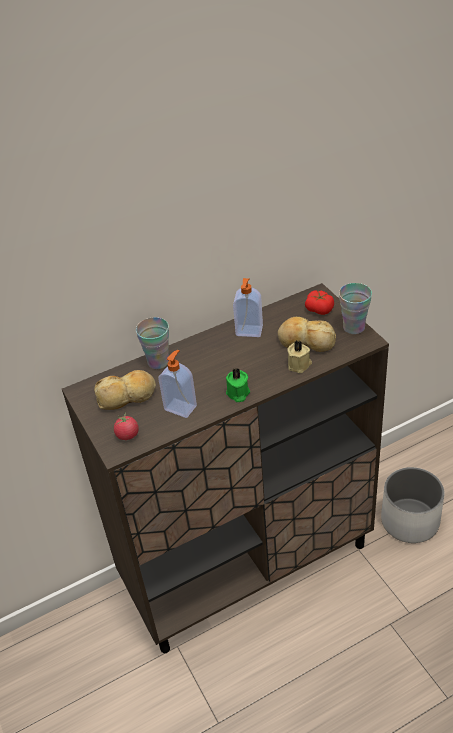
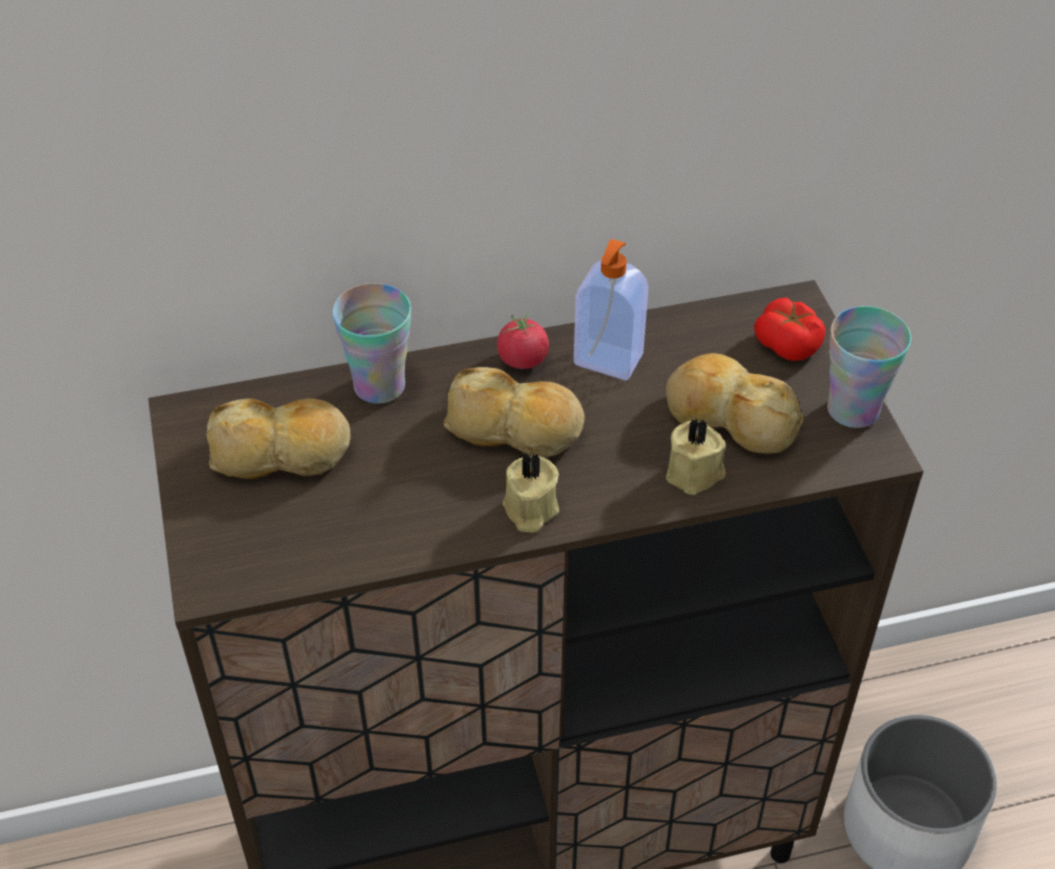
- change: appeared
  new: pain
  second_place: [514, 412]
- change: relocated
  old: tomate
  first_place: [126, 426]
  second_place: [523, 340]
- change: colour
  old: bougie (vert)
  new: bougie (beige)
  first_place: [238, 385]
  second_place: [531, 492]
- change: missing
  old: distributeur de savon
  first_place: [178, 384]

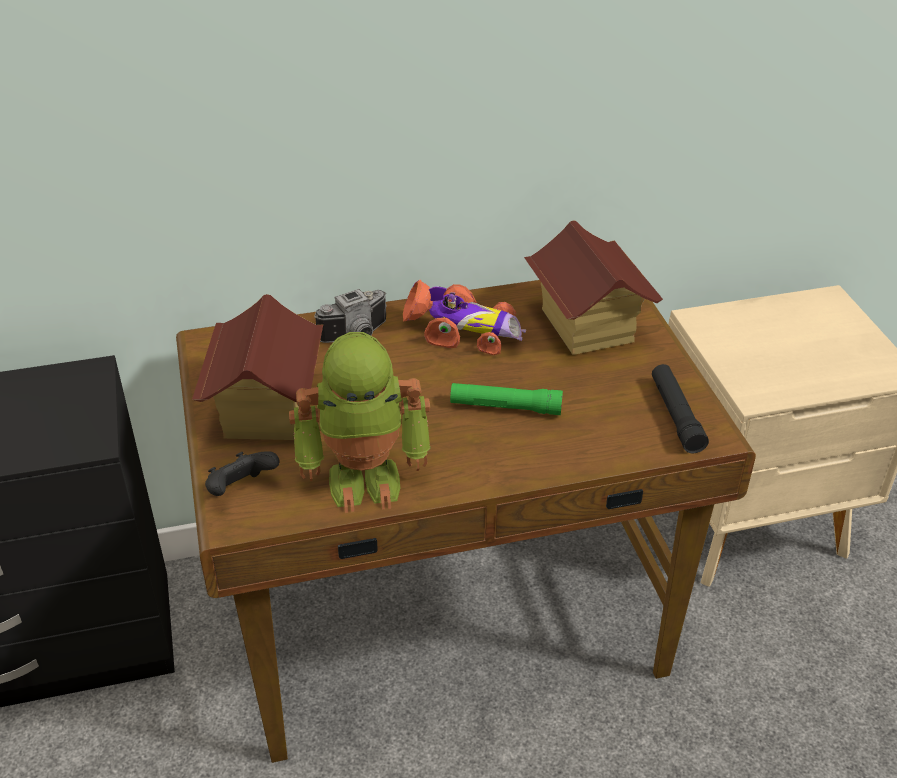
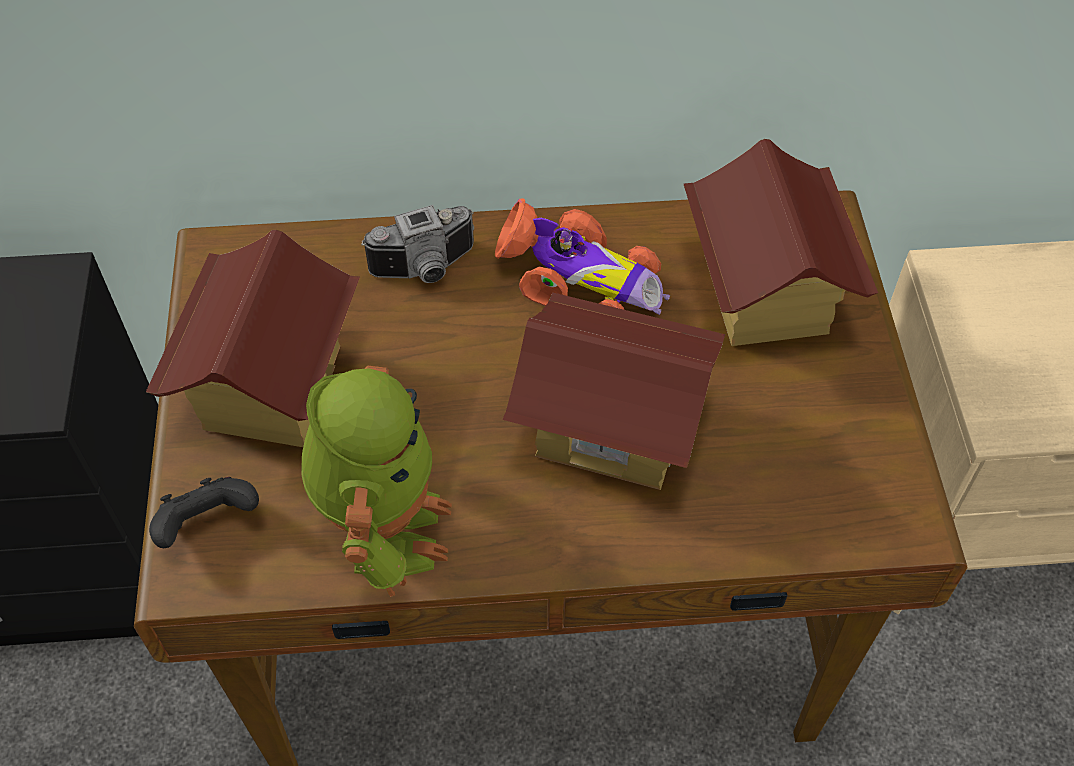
- change: spun
  old: robot jouet
  first_place: [360, 422]
  second_place: [376, 481]
  degrees: -90
- change: exchanged
  old: lampe de poche (vert)
  new: maison miniature
  first_place: [506, 399]
  second_place: [613, 391]
- change: missing
  old: lampe de poche (noir)
  first_place: [680, 408]

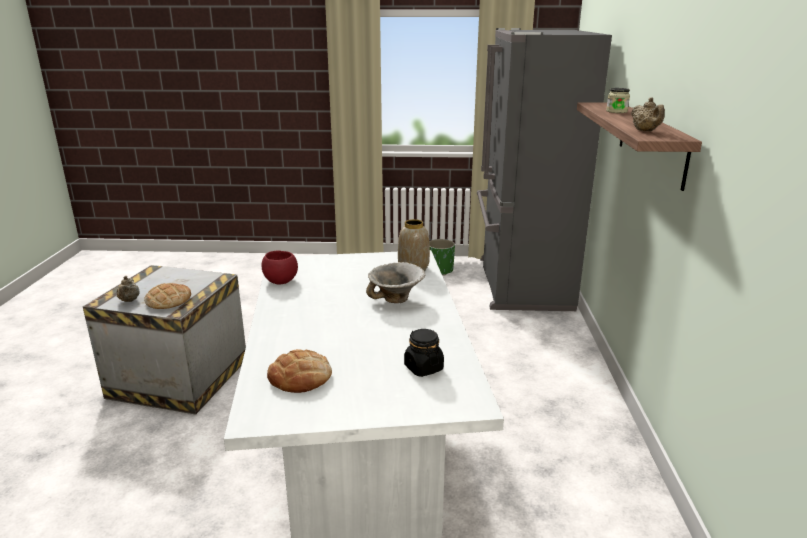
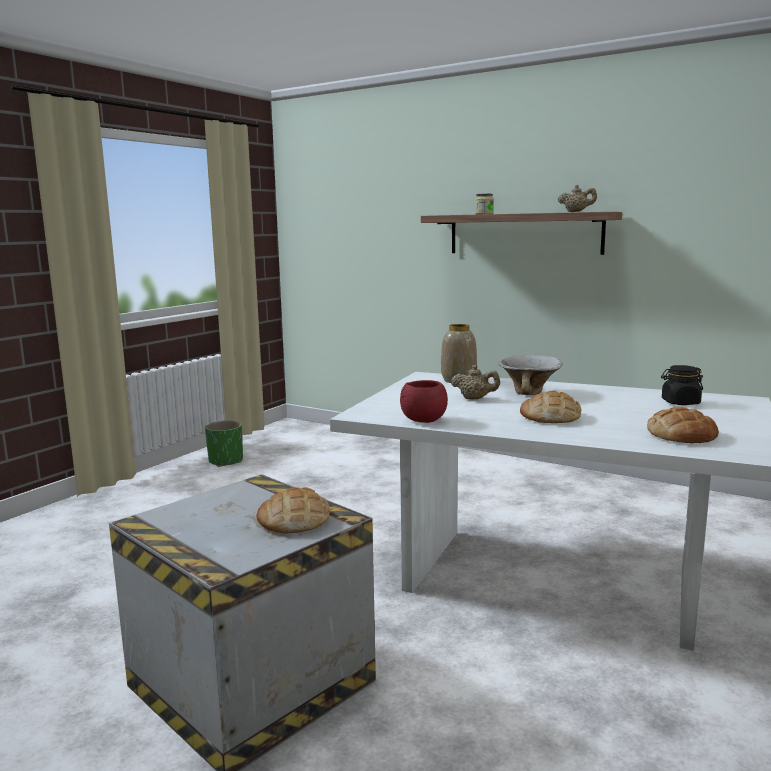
- change: relocated
  old: théière (beige)
  first_place: [128, 289]
  second_place: [475, 382]
- change: appeared
  new: pain
  second_place: [550, 407]
- change: missing
  old: réfrigérateur (gris)
  first_place: [544, 169]

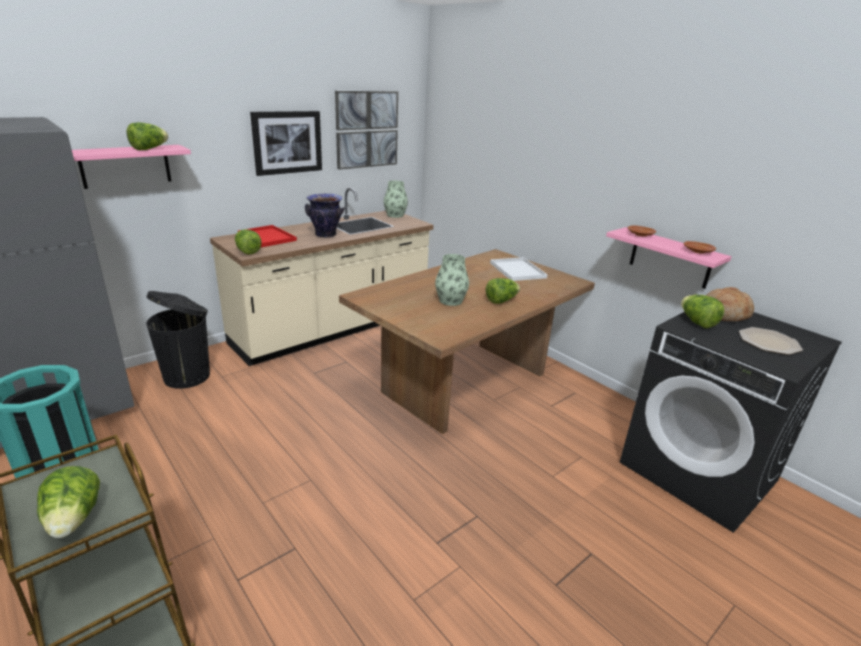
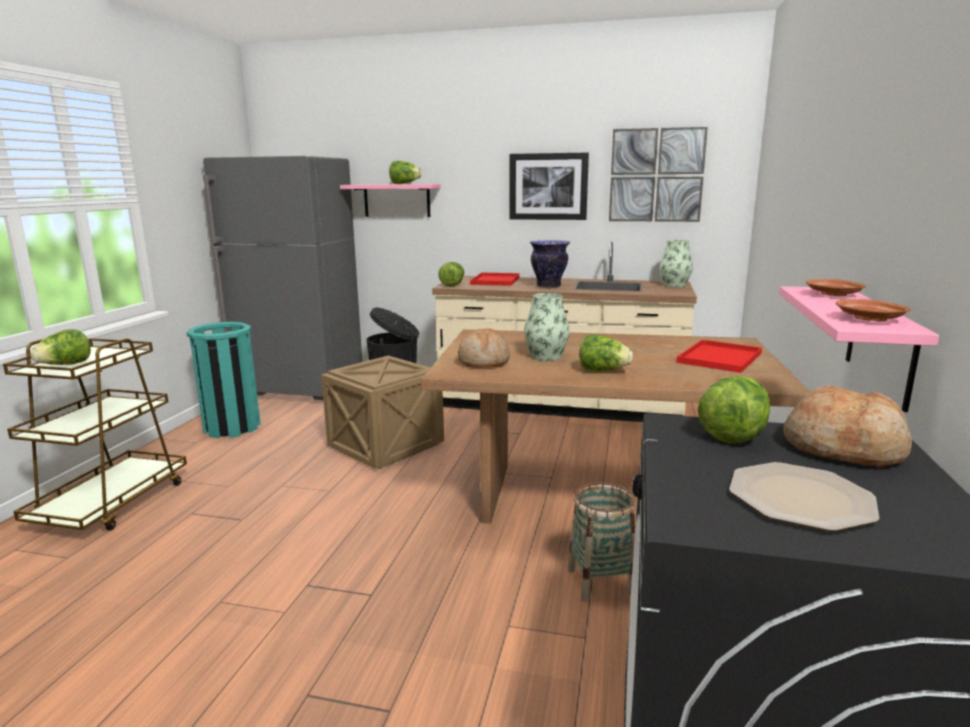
- change: appeared
  new: caisse
  second_place: [382, 412]
- change: appeared
  new: pain
  second_place: [484, 348]
- change: appeared
  new: panier
  second_place: [602, 542]
- change: colour
  old: plateau (blanc)
  new: plateau (rouge)
  first_place: [518, 269]
  second_place: [719, 356]

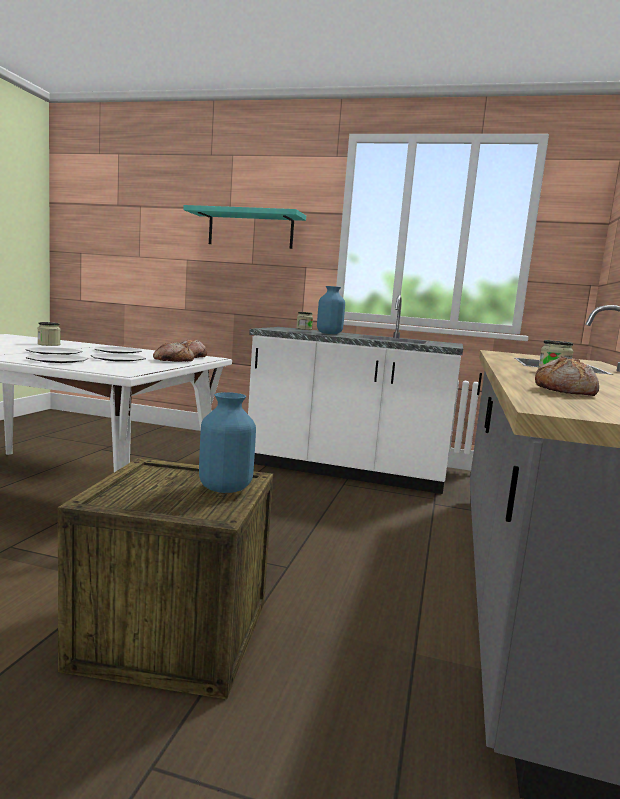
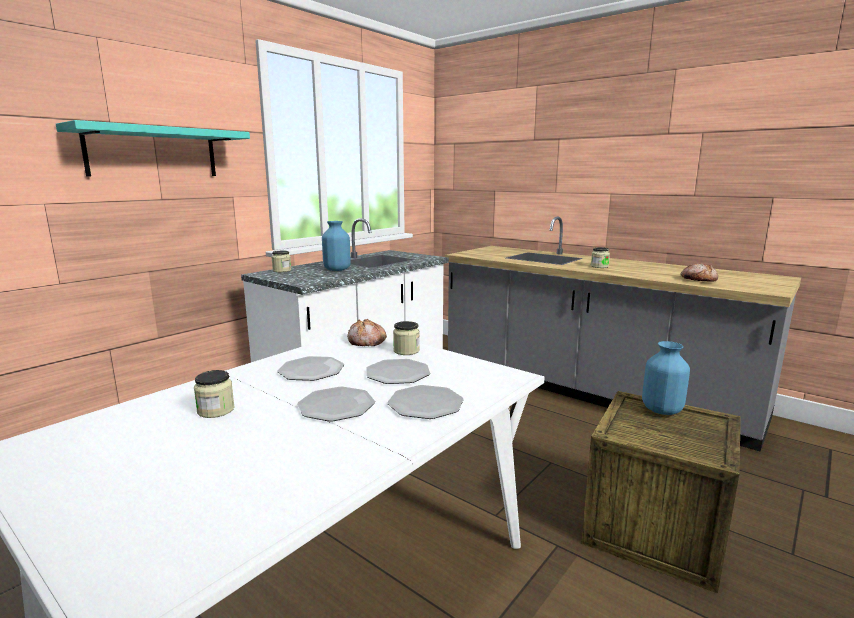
- change: exchanged
  old: pain
  new: bocal
  first_place: [173, 352]
  second_place: [406, 338]

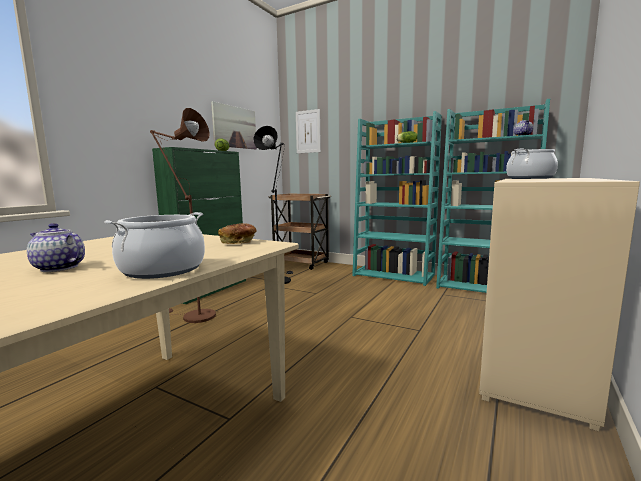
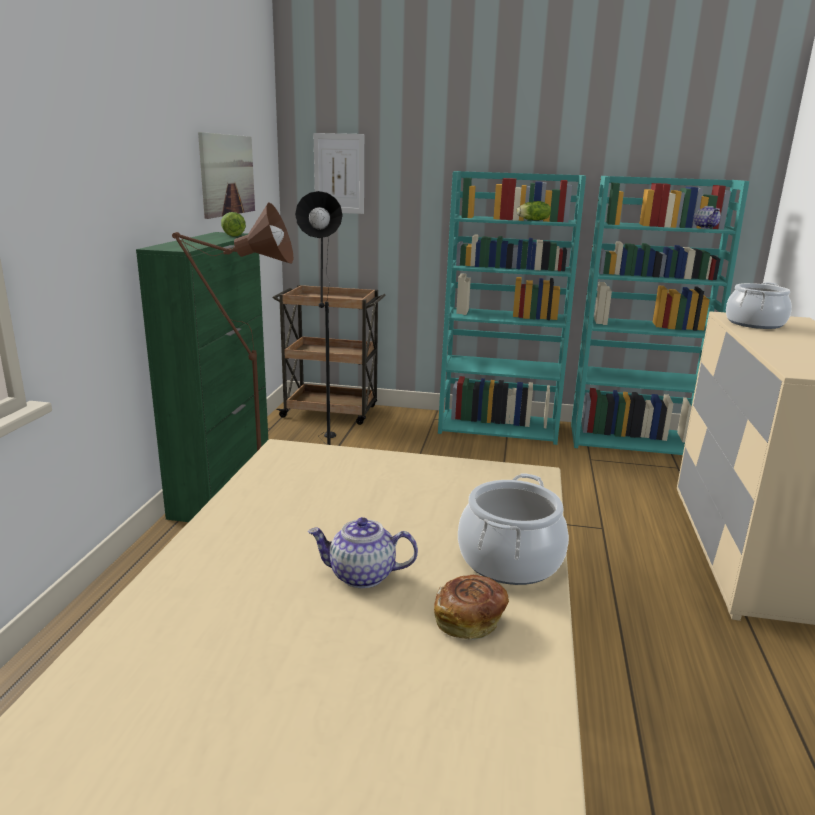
- change: relocated
  old: pain
  first_place: [237, 233]
  second_place: [471, 607]

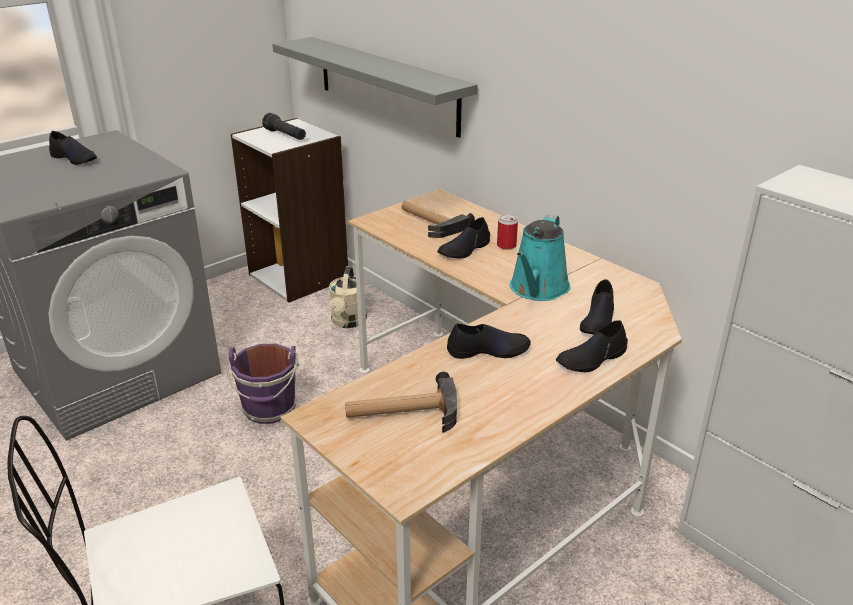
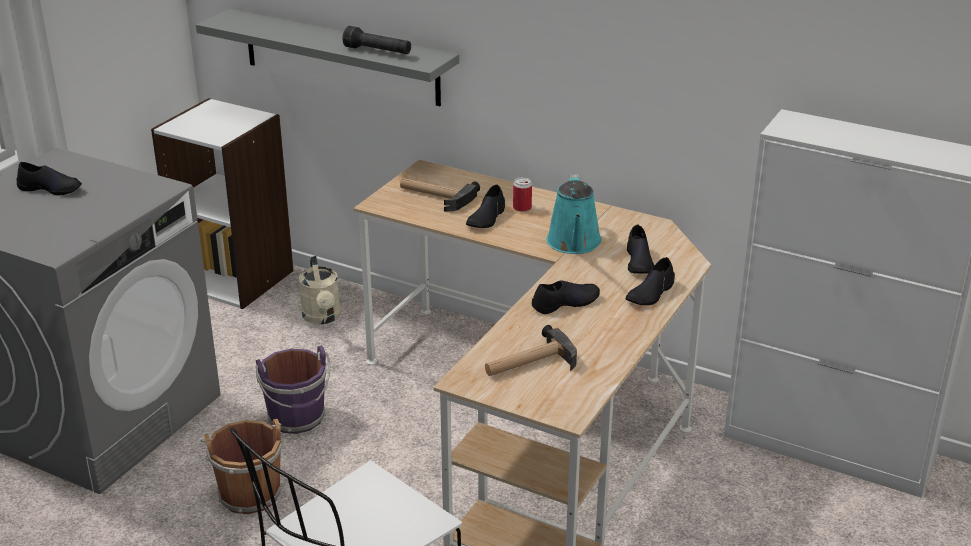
- change: appeared
  new: seau (marron)
  second_place: [242, 466]
- change: relocated
  old: lampe de poche (noir)
  first_place: [284, 126]
  second_place: [376, 40]

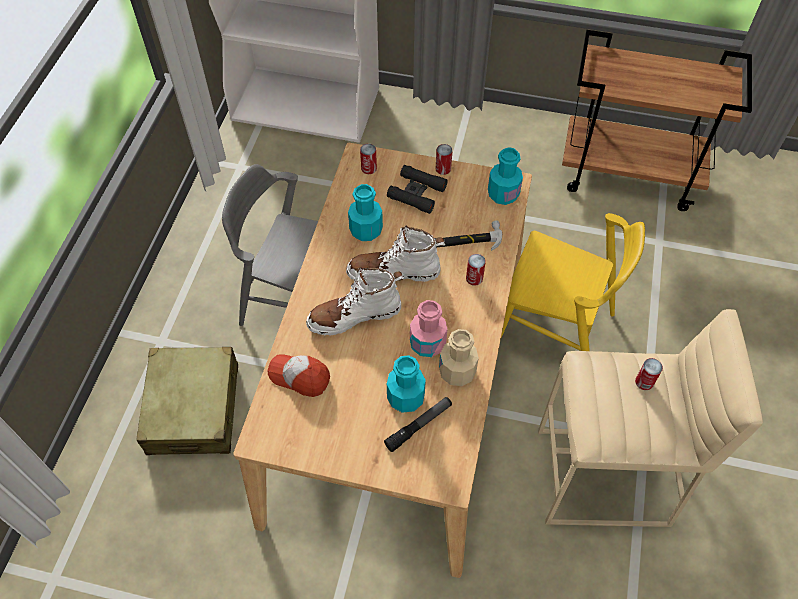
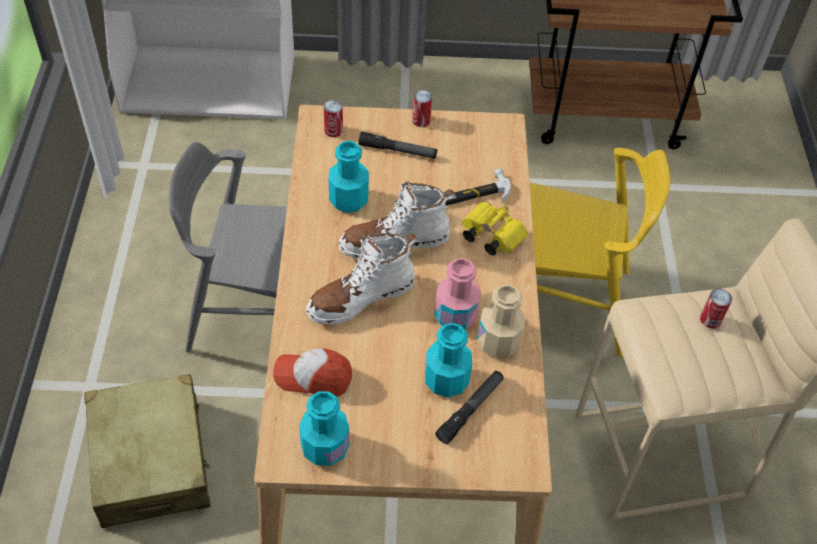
- change: relocated
  old: bouteille (turquoise)
  first_place: [505, 176]
  second_place: [324, 428]
- change: exchanged
  old: jumelles (noir)
  new: lampe de poche
  first_place: [417, 189]
  second_place: [398, 145]
- change: exchanged
  old: boîte métallique
  new: jumelles (jaune)
  first_place: [476, 270]
  second_place: [495, 228]

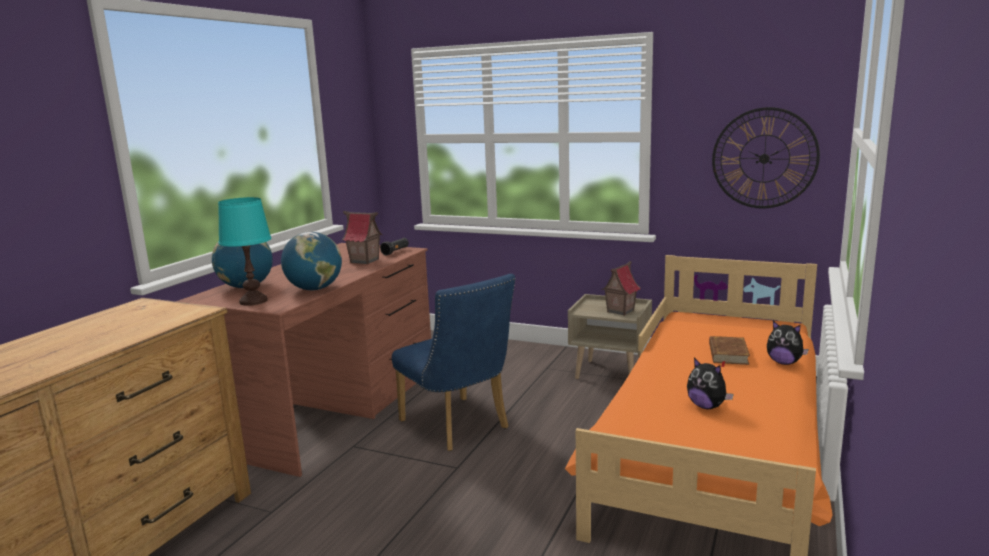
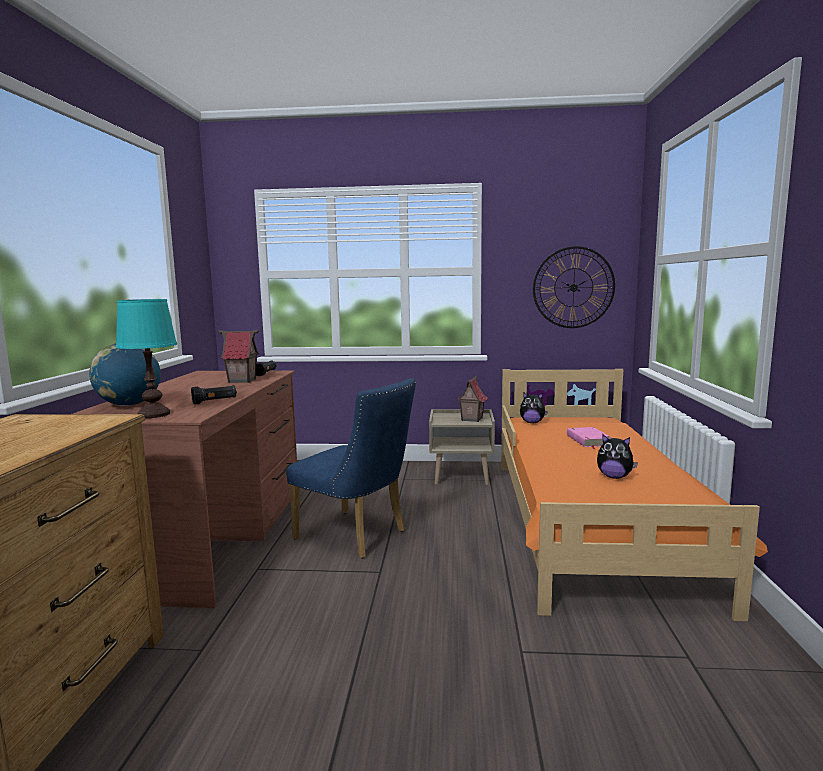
- change: exchanged
  old: globe
  new: lampe de poche (noir)
  first_place: [311, 261]
  second_place: [214, 395]
- change: relocated
  old: peluche
  first_place: [788, 343]
  second_place: [534, 407]
- change: colour
  old: livre (marron)
  new: livre (rose)
  first_place: [729, 351]
  second_place: [589, 438]

